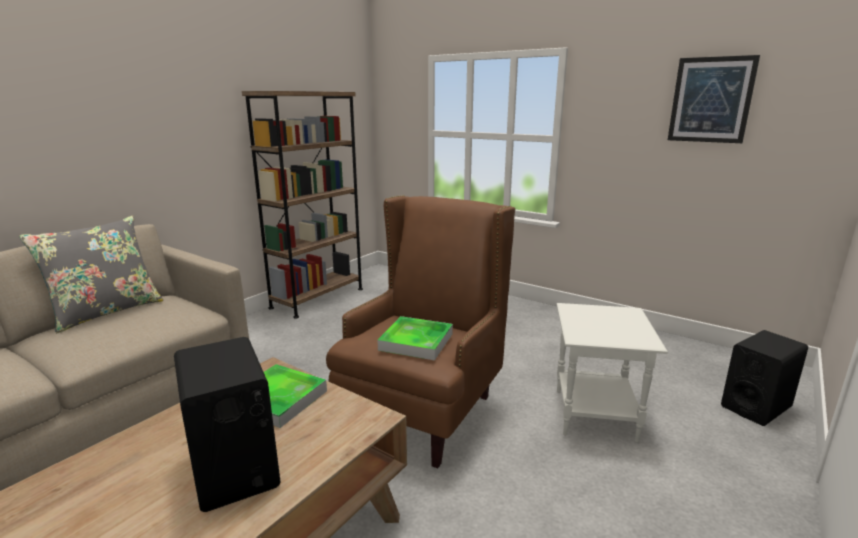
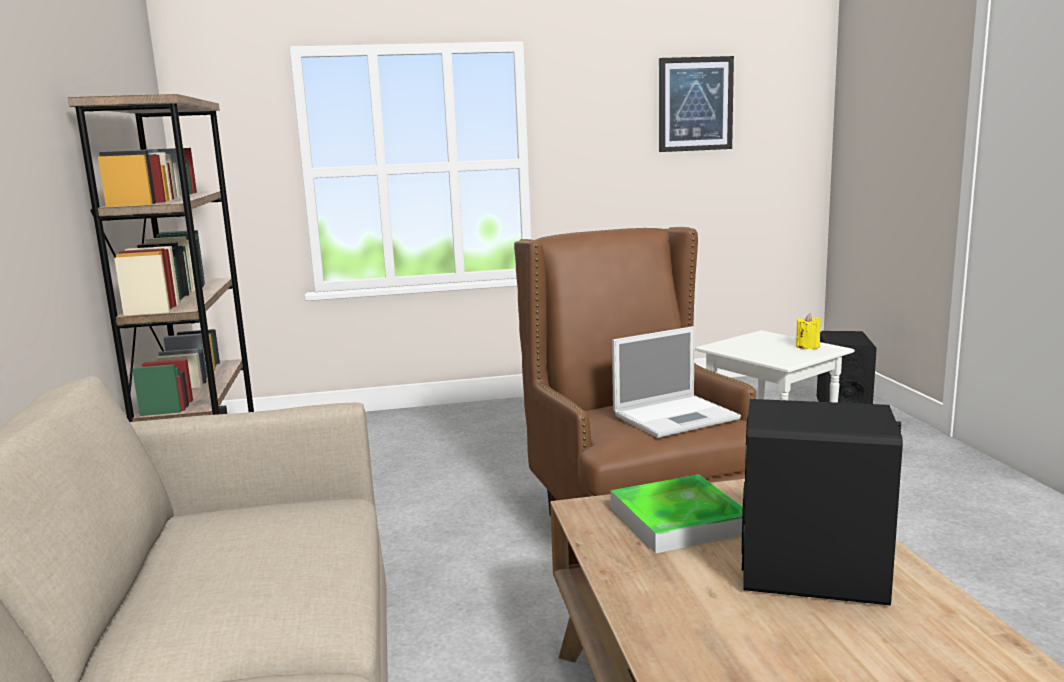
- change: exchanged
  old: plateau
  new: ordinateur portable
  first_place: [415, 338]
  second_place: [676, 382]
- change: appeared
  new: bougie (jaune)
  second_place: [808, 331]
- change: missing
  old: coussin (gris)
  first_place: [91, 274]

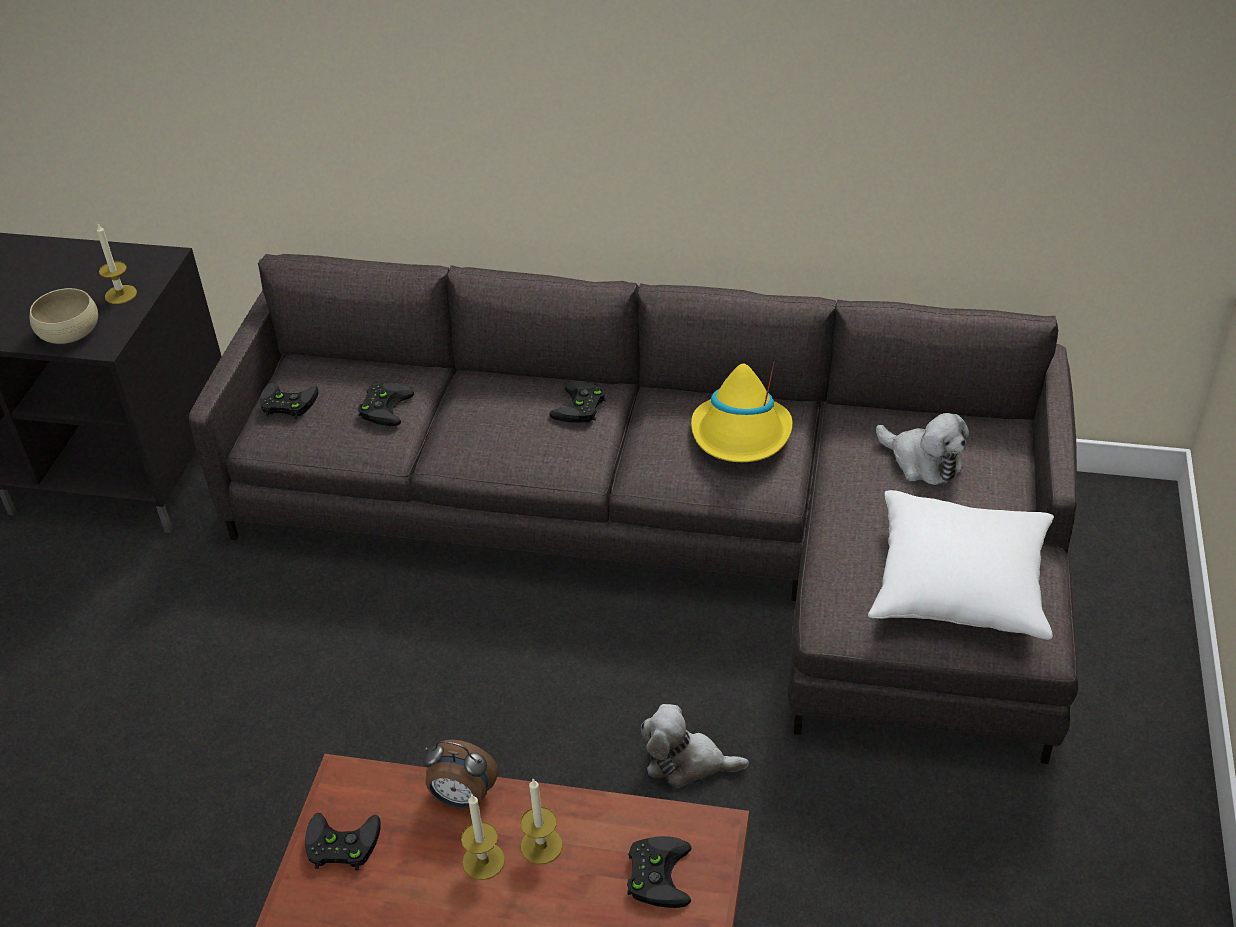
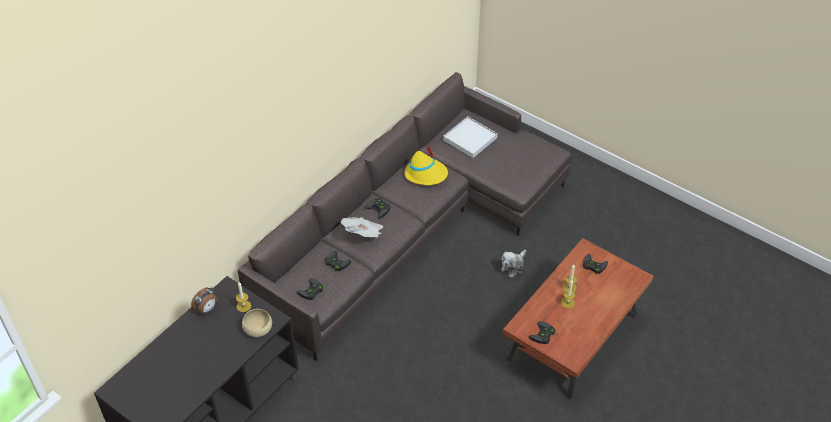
- change: relocated
  old: réveil
  first_place: [460, 774]
  second_place: [204, 301]
- change: appeared
  new: journal
  second_place: [362, 227]
- change: exchanged
  old: peluche
  new: plateau (blanc)
  first_place: [922, 449]
  second_place: [470, 137]
- change: missing
  old: coussin (blanc)
  first_place: [961, 565]

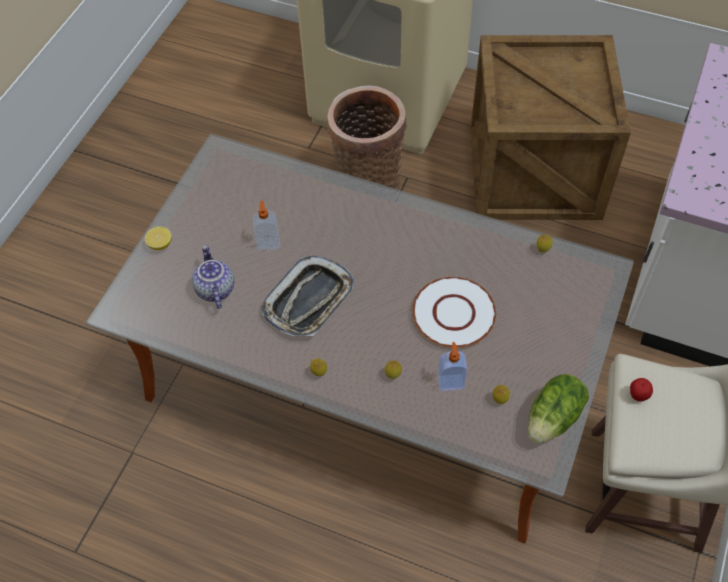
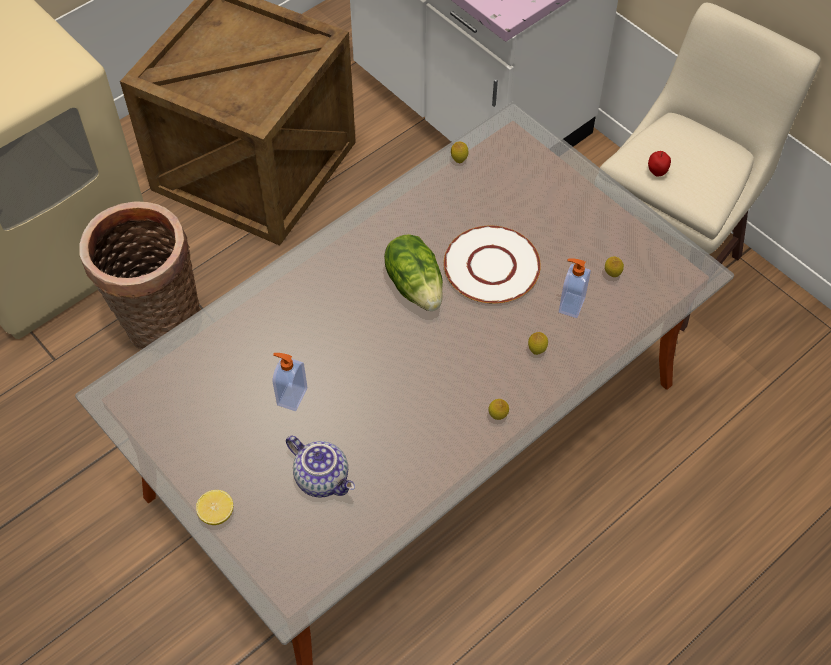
- change: spun
  old: théière
  first_place: [213, 277]
  second_place: [320, 466]
  degrees: -150
- change: relocated
  old: laitue
  first_place: [558, 409]
  second_place: [413, 272]
- change: missing
  old: plateau
  first_place: [308, 296]

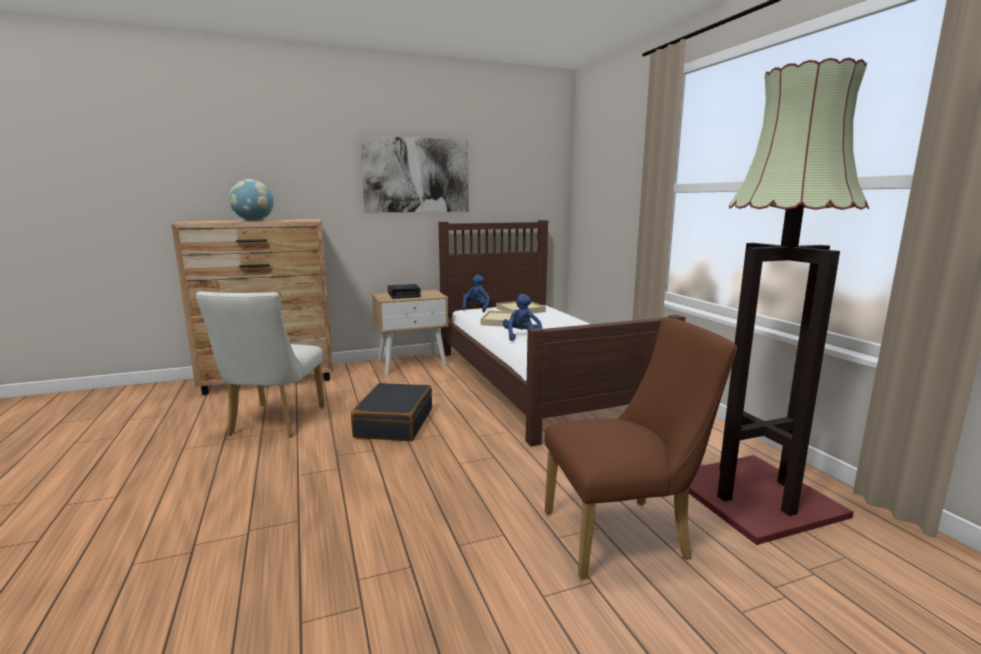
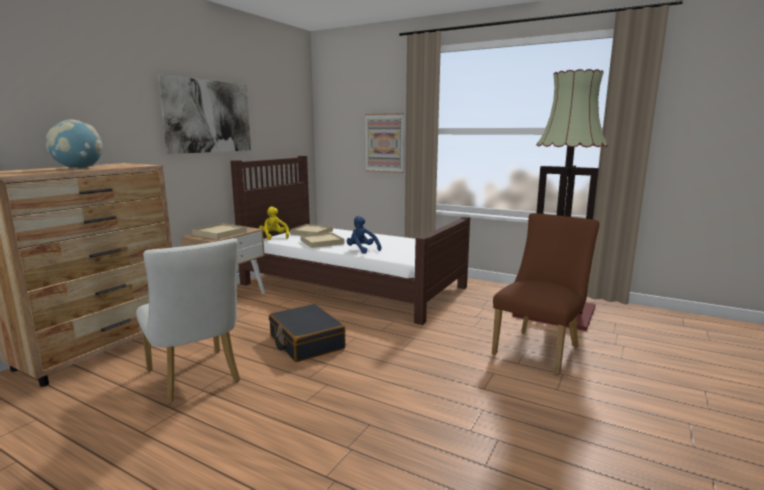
- change: exchanged
  old: réveil
  new: plateau (beige)
  first_place: [404, 291]
  second_place: [219, 231]
- change: colour
  old: peluche (bleu)
  new: peluche (jaune)
  first_place: [476, 293]
  second_place: [274, 223]
- change: appeared
  new: tableau
  second_place: [384, 143]

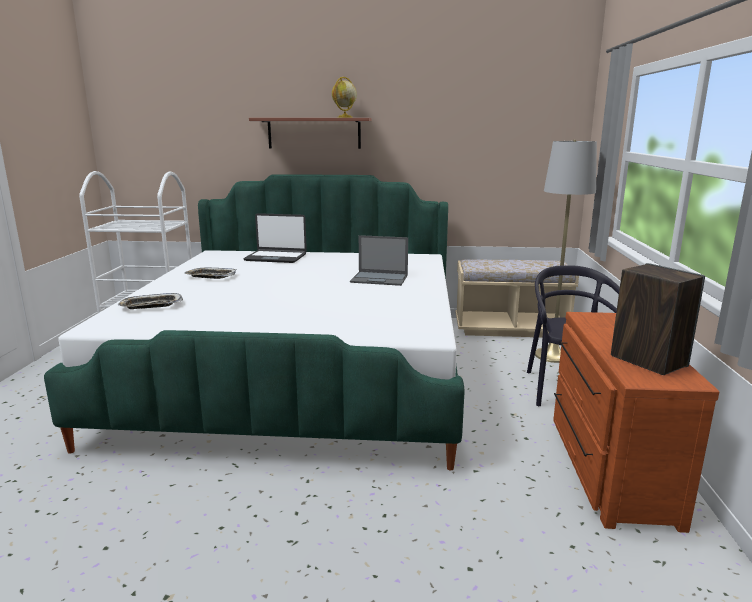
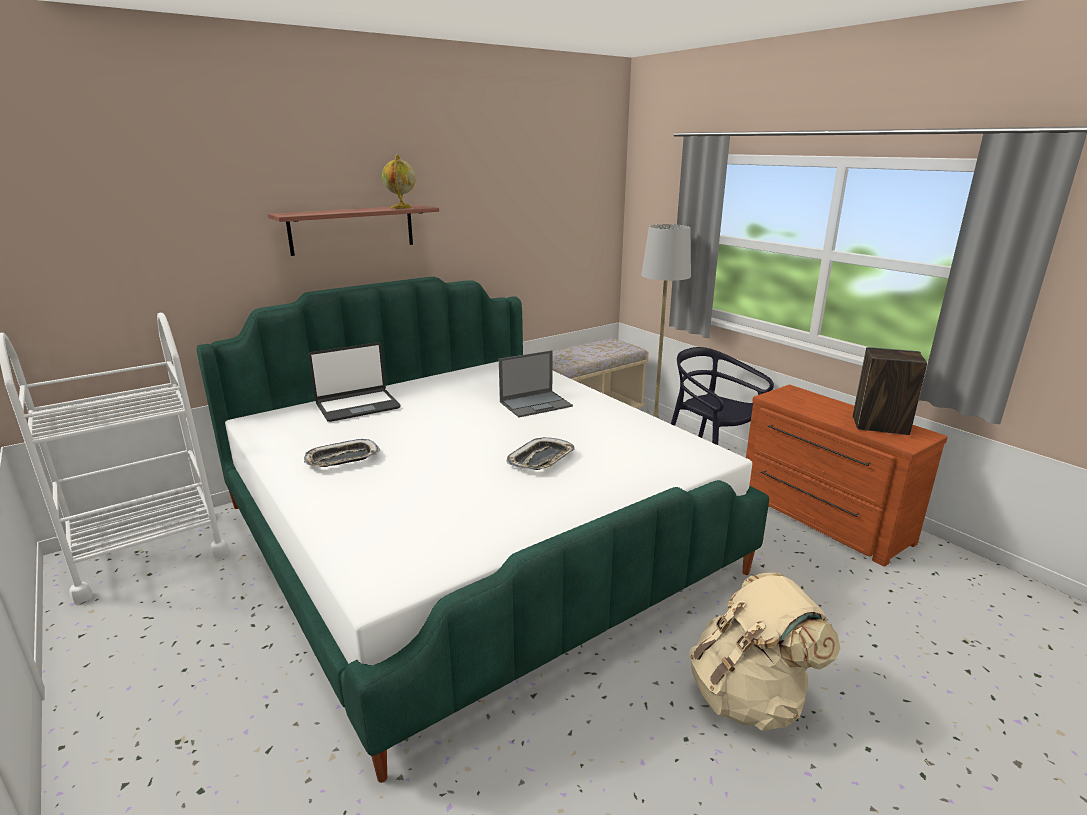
- change: relocated
  old: plateau
  first_place: [150, 301]
  second_place: [541, 453]
- change: appeared
  new: sac à dos (beige)
  second_place: [765, 652]

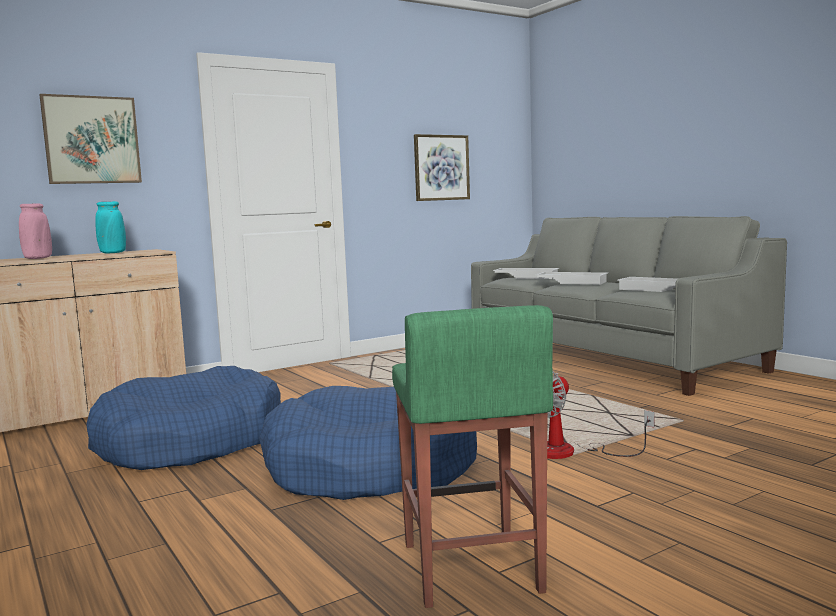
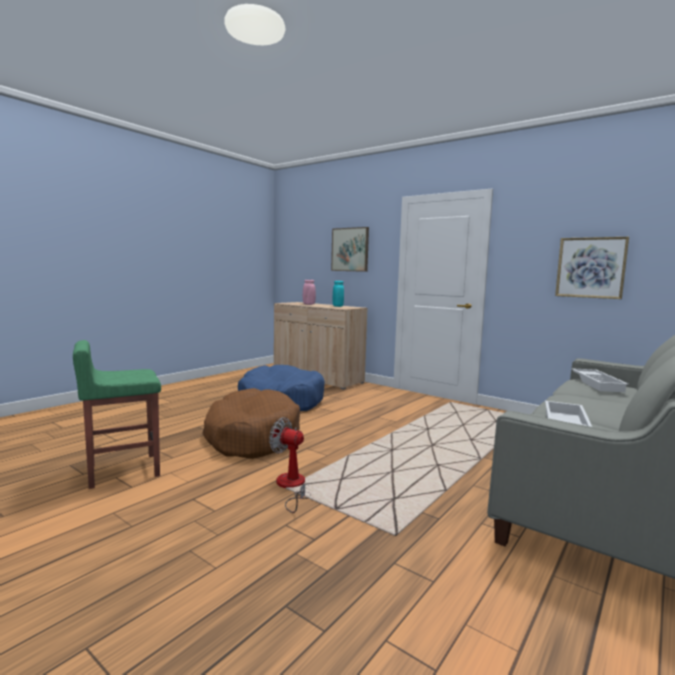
- change: colour
  old: panier pour chien (bleu)
  new: panier pour chien (marron)
  first_place: [368, 443]
  second_place: [251, 423]
- change: missing
  old: plateau (blanc)
  first_place: [571, 278]

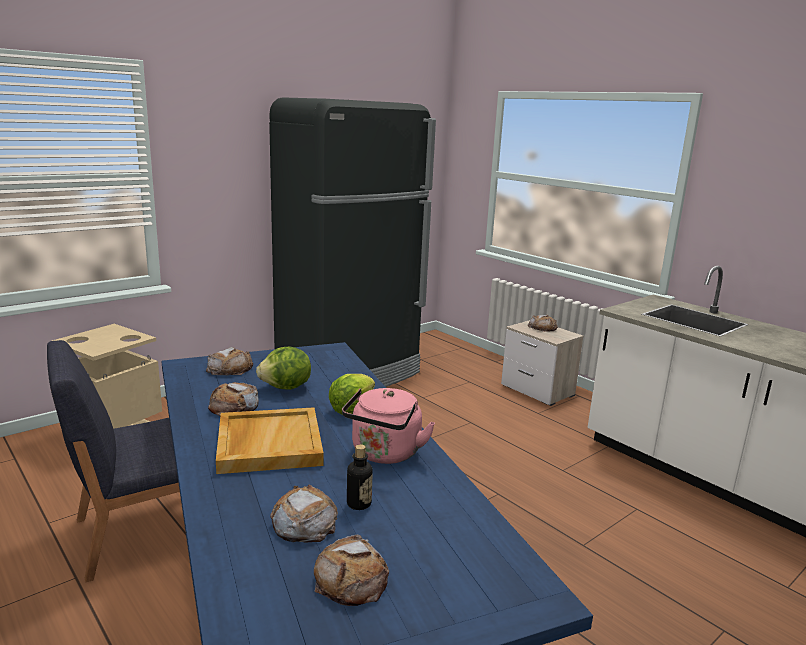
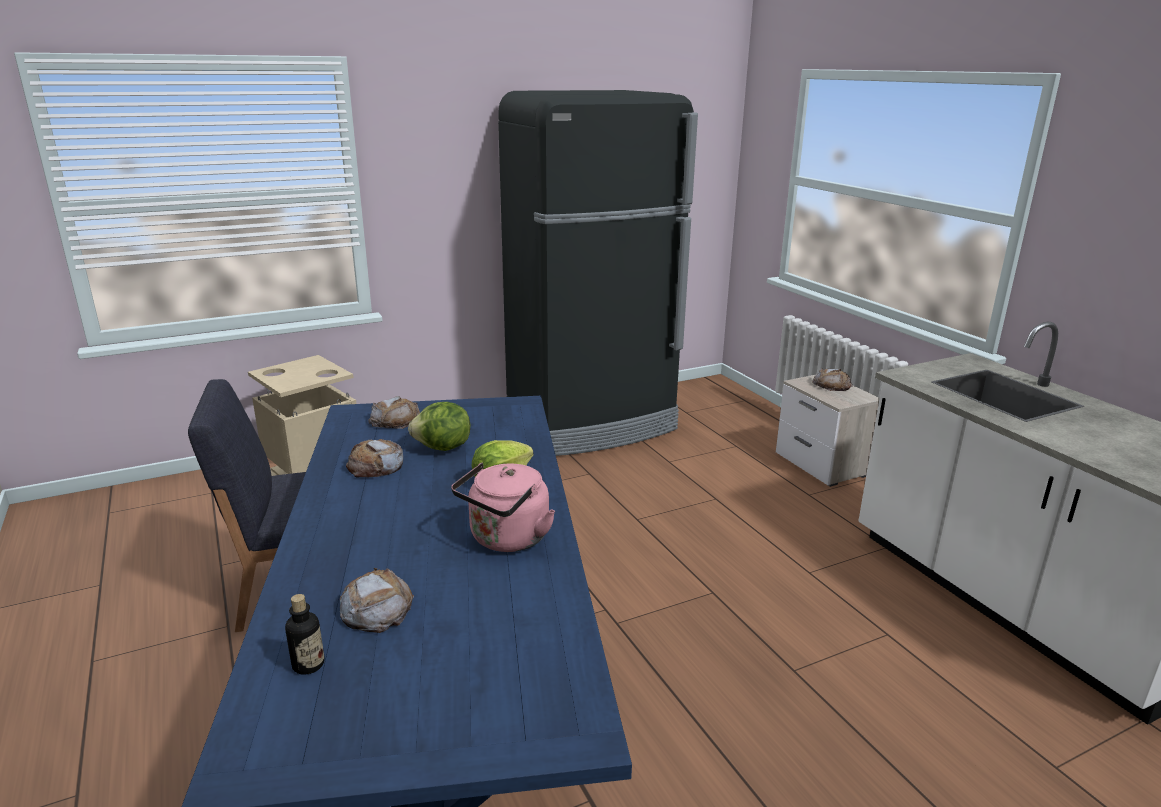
- change: relocated
  old: bouteille
  first_place: [360, 477]
  second_place: [305, 634]
- change: missing
  old: plateau (beige)
  first_place: [270, 440]
- change: missing
  old: pain
  first_place: [351, 570]

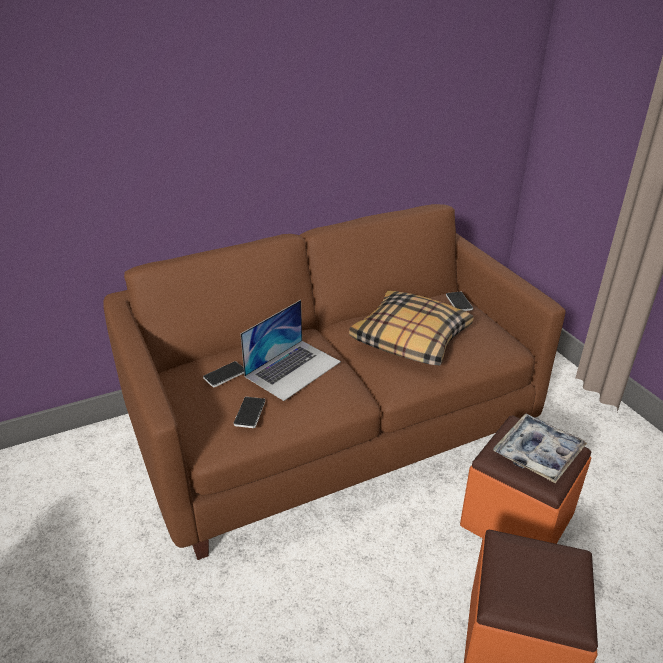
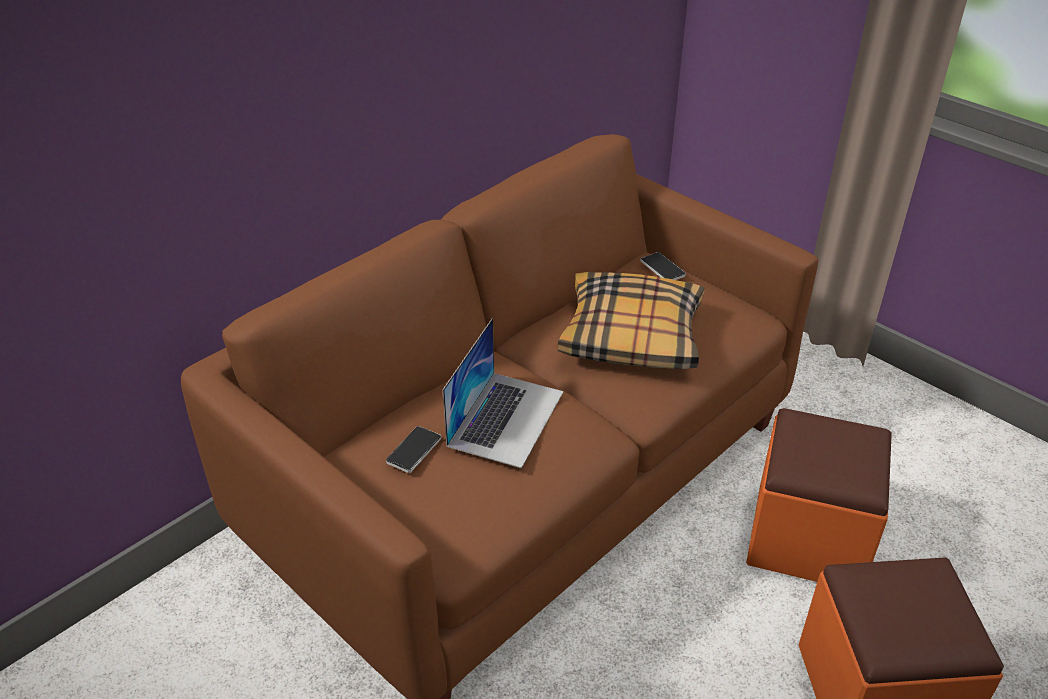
- change: missing
  old: téléphone
  first_place: [249, 412]
- change: missing
  old: plateau
  first_place: [540, 448]

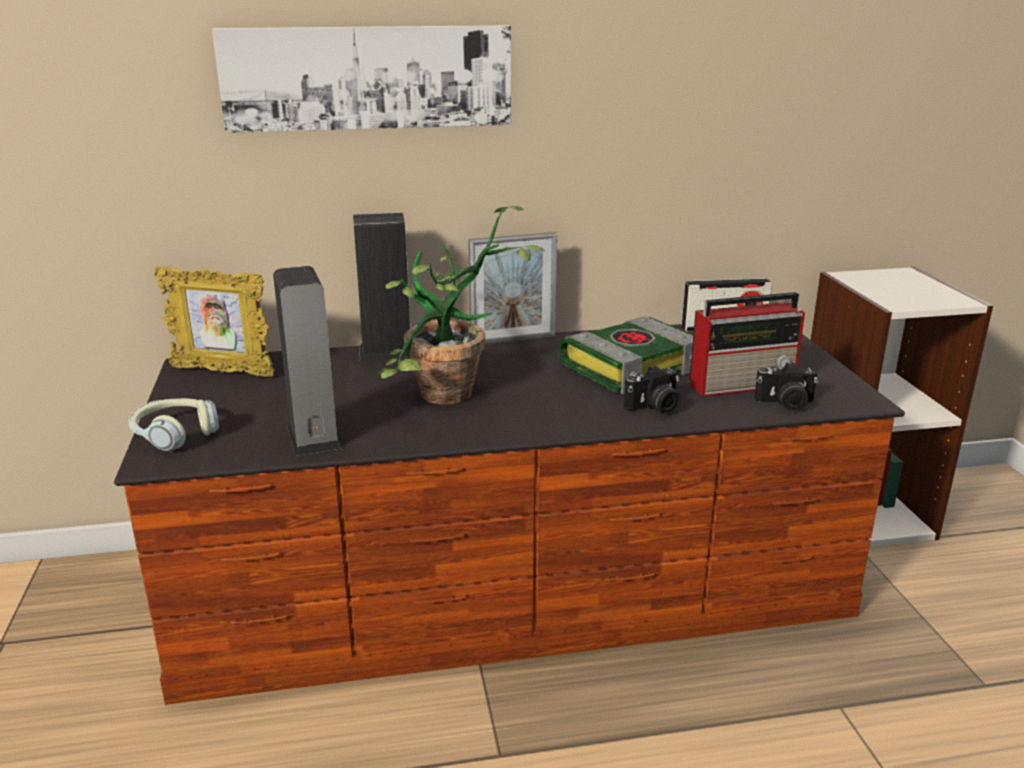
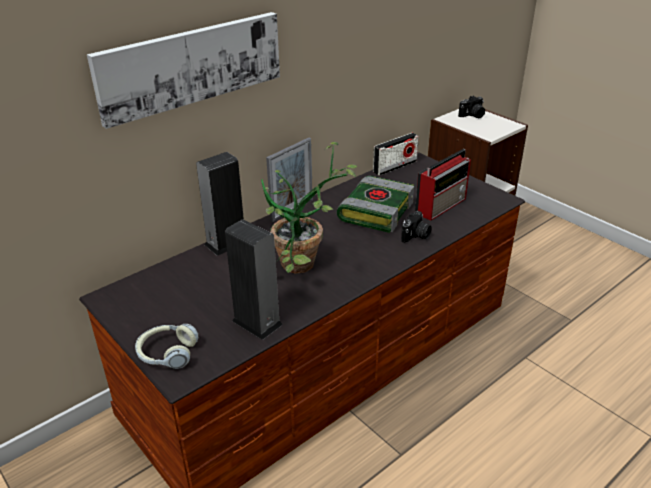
- change: relocated
  old: appareil photo
  first_place: [786, 387]
  second_place: [471, 107]
- change: missing
  old: cadre photo
  first_place: [214, 321]

